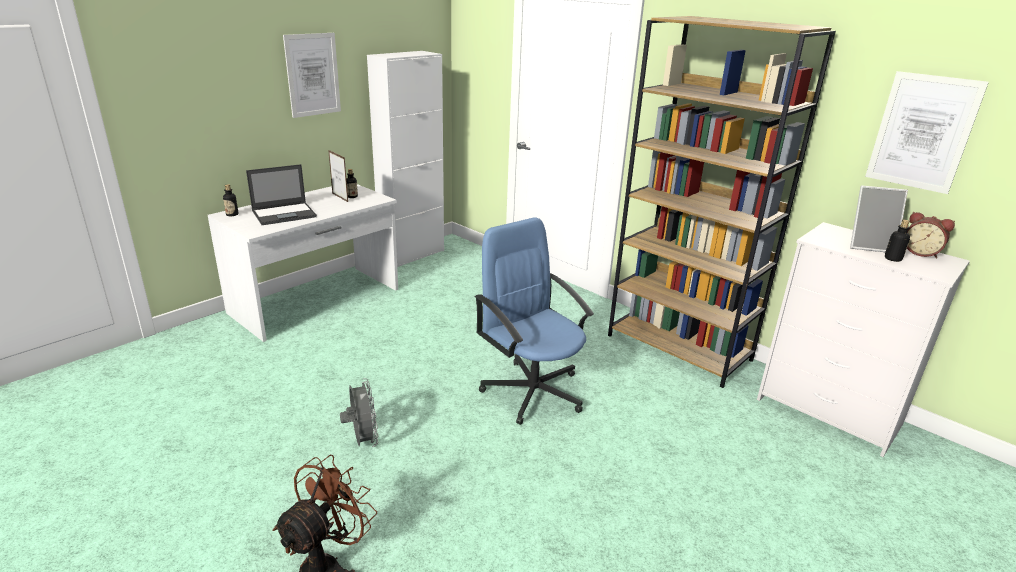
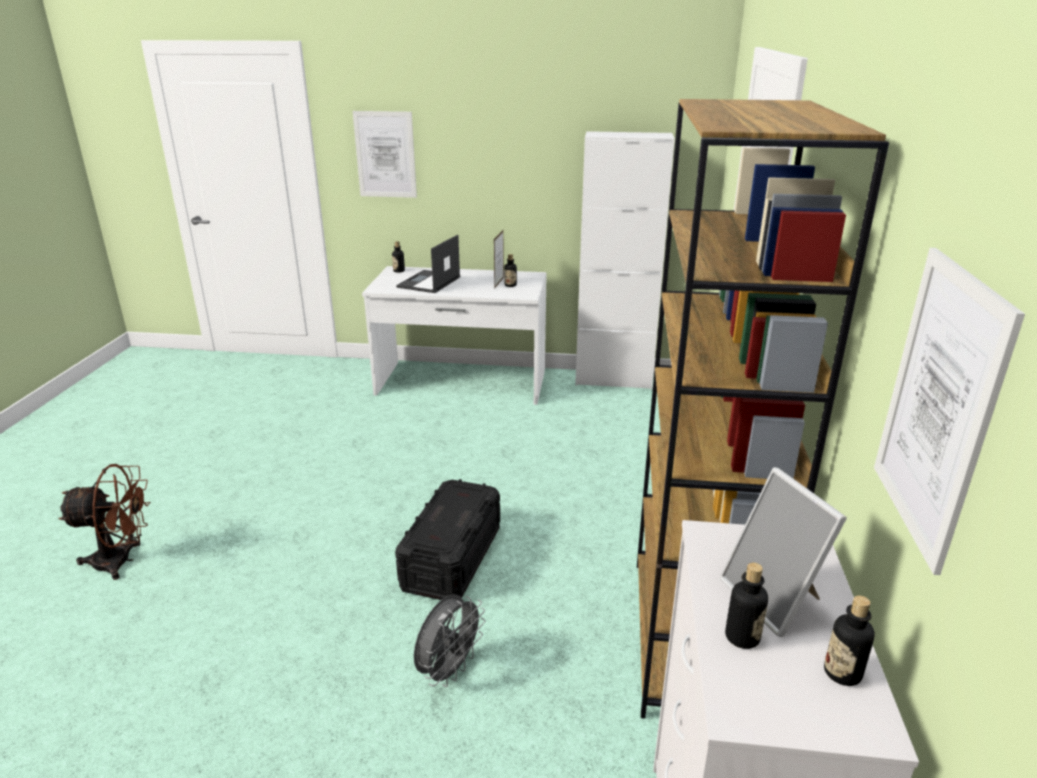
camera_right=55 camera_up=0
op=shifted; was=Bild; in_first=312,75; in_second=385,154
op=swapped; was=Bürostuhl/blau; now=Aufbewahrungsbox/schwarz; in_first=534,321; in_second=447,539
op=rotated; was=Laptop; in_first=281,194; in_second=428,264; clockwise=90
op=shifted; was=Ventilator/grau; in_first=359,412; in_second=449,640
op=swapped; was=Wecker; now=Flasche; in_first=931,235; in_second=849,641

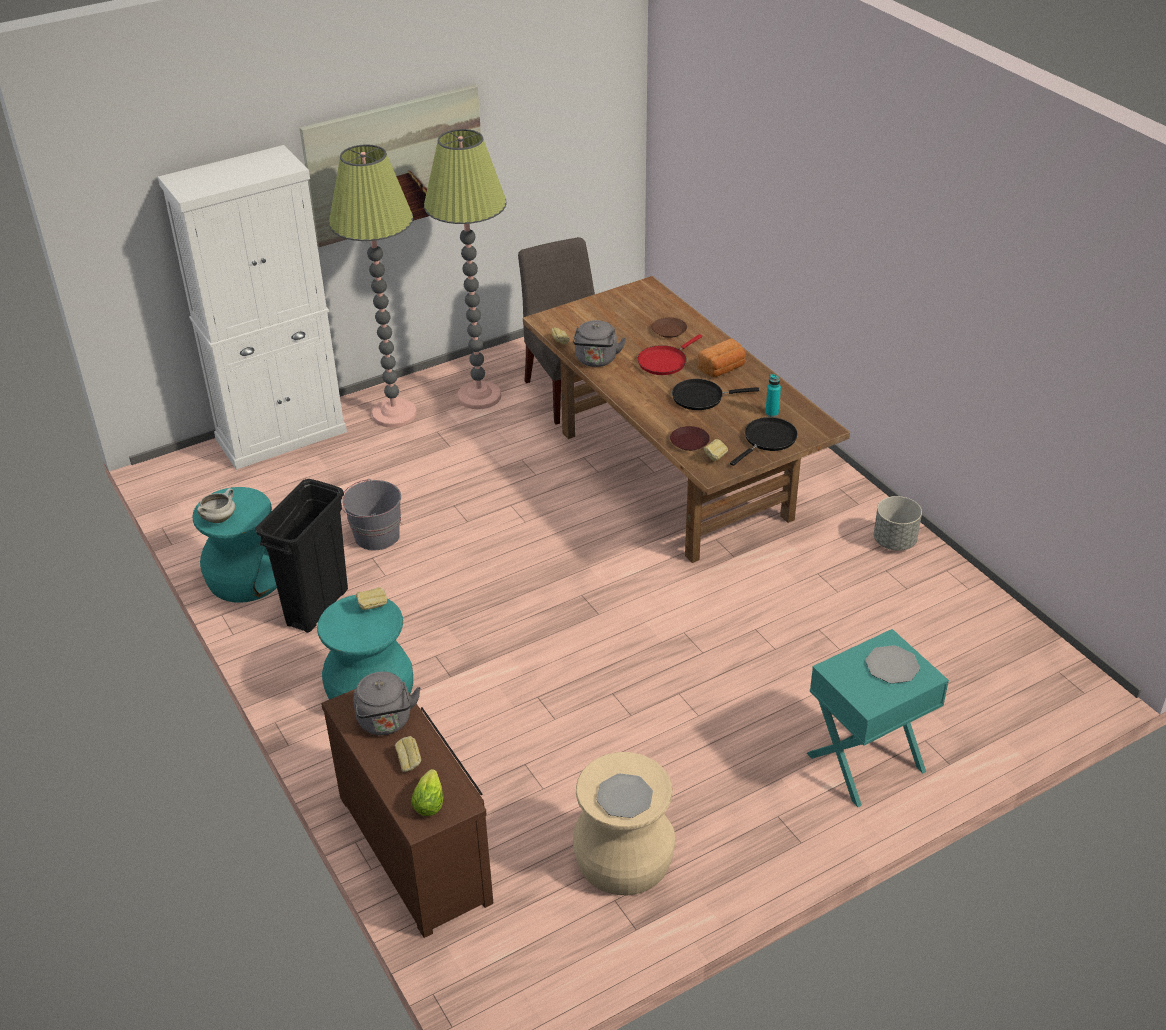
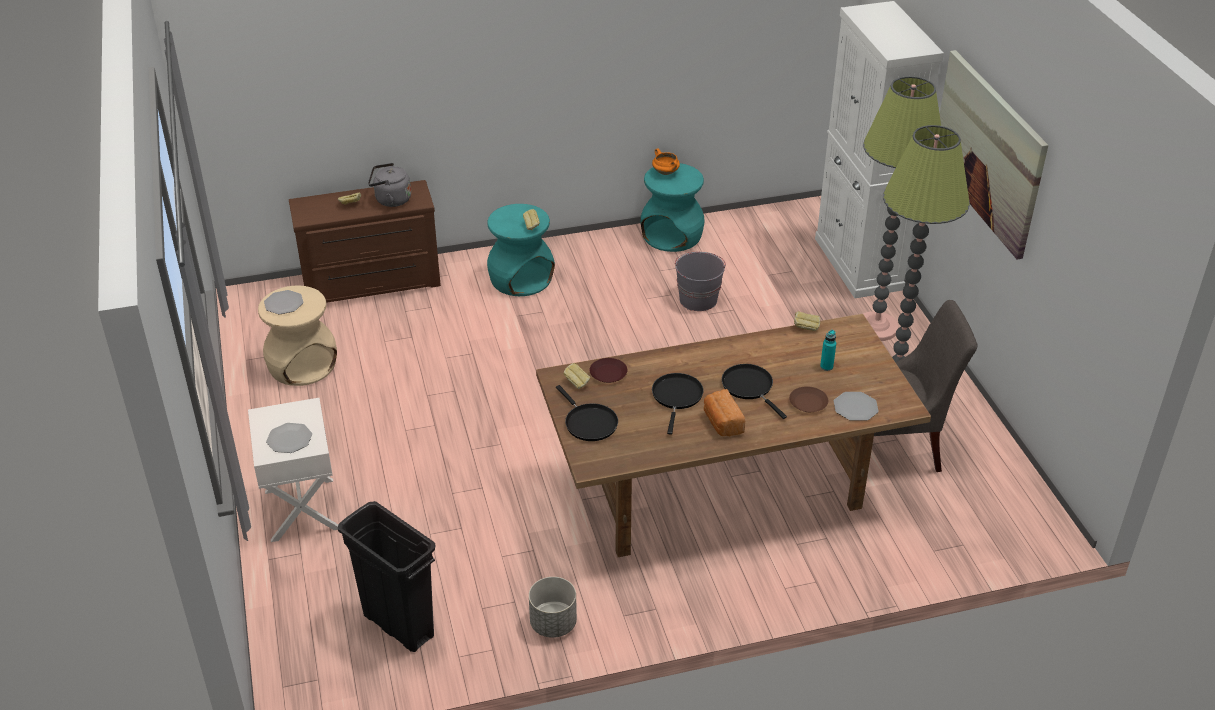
camera_right=105 camera_up=0
op=repainted; was=Nachttisch/türkis; now=Nachttisch/weiß; in_first=878,718; in_second=293,470
op=shifted; was=Mülleimer/schwarz; in_first=301,556; in_second=387,576
op=repainted; was=Kochtopf/weiß; now=Kochtopf/orange; in_first=216,505; in_second=666,162
op=repainted; was=Pfanne/rot; now=Pfanne/schwarz; in_first=669,354; in_second=754,391
op=shifted; was=Flasche/türkis; in_first=773,395; in_second=828,350
op=new; now=Teller; in_second=856,406
op=gone; was=Salatkopf; in_first=427,792
op=gone; was=Wasserkessel/grau; in_first=599,343

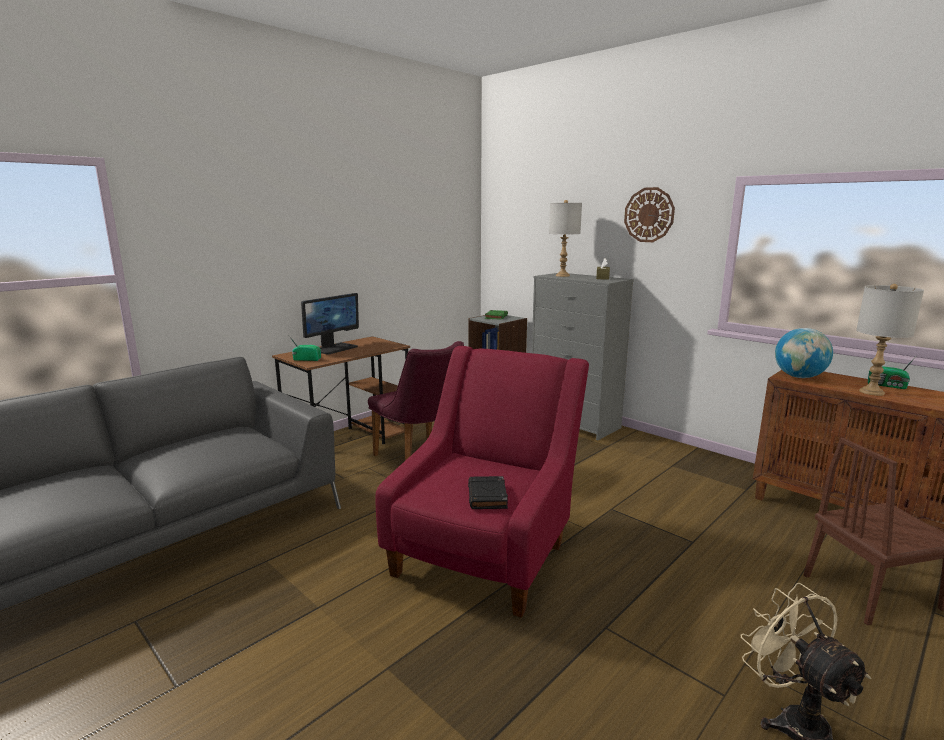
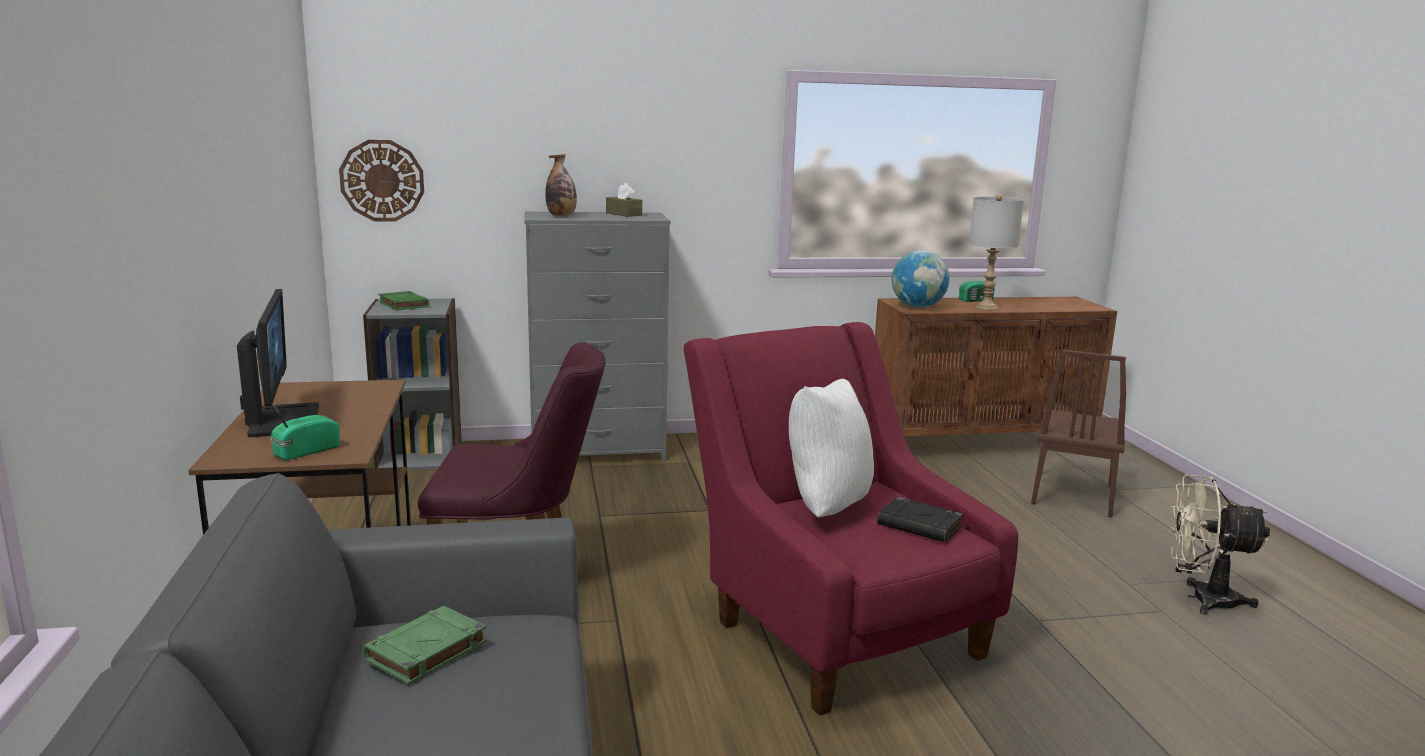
camera_right=-55 camera_up=0
op=shifted; was=Wanduhr; in_first=649,214; in_second=381,180
op=new; now=Buch/grün; in_second=424,645
op=swapped; was=Tischlampe/grau; now=Flasche; in_first=565,238; in_second=561,185
op=new; now=Kissen/weiß; in_second=831,448

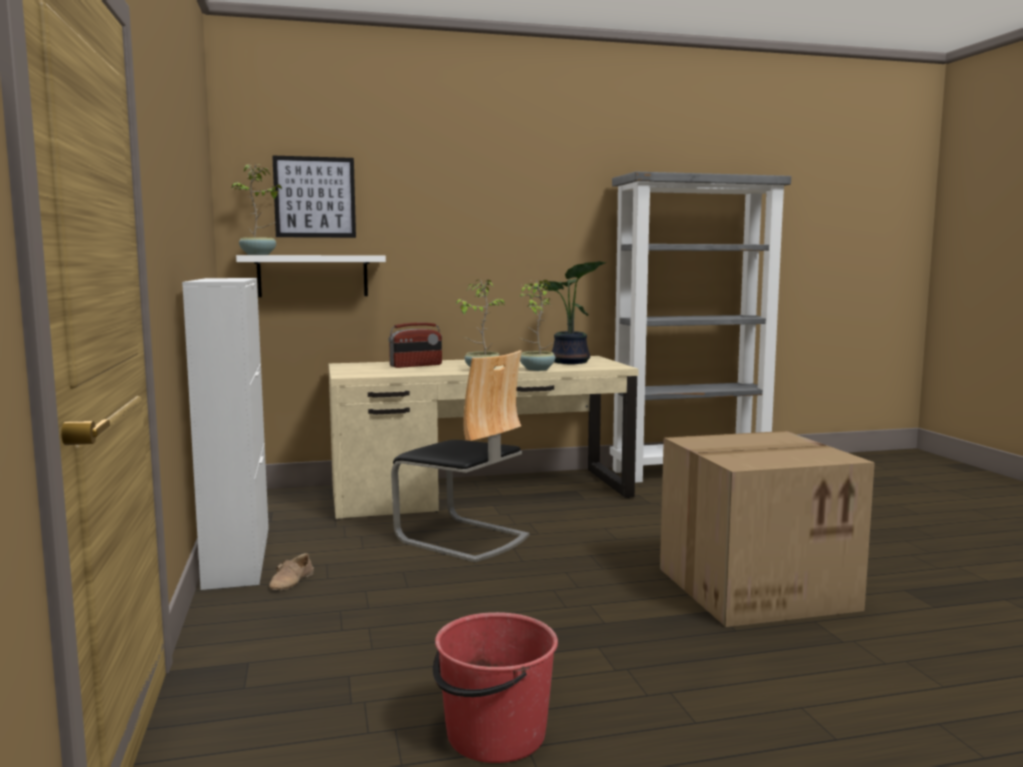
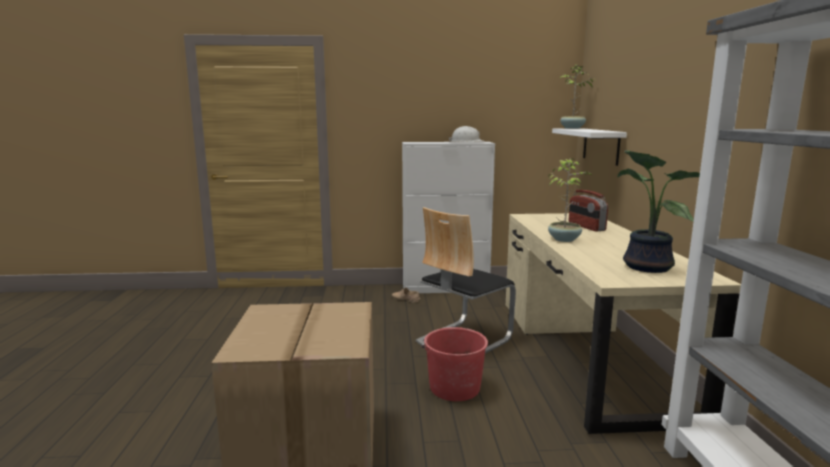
camera_right=100 camera_up=5
op=shifted; was=Eimer/rot; in_first=495,687; in_second=454,364
op=new; now=Schutzhelm/weiß; in_second=466,134
op=gone; was=Bild; in_first=314,197
op=gone; was=Topfpflanze; in_first=537,325

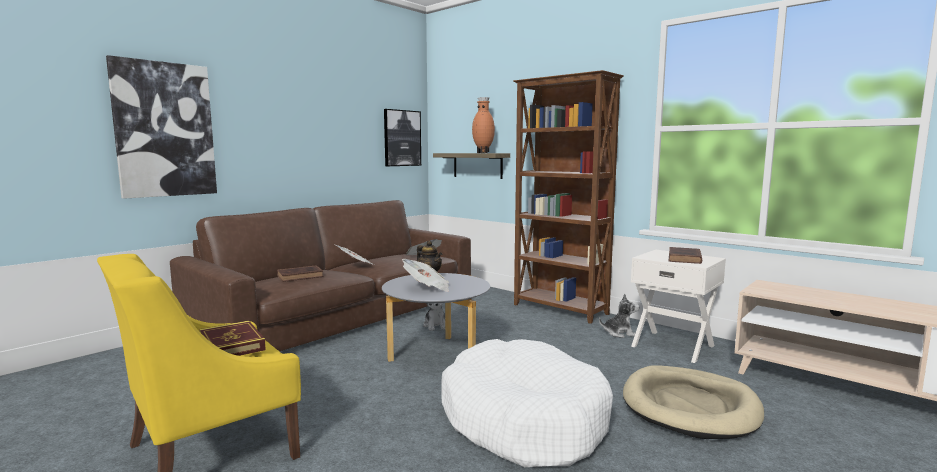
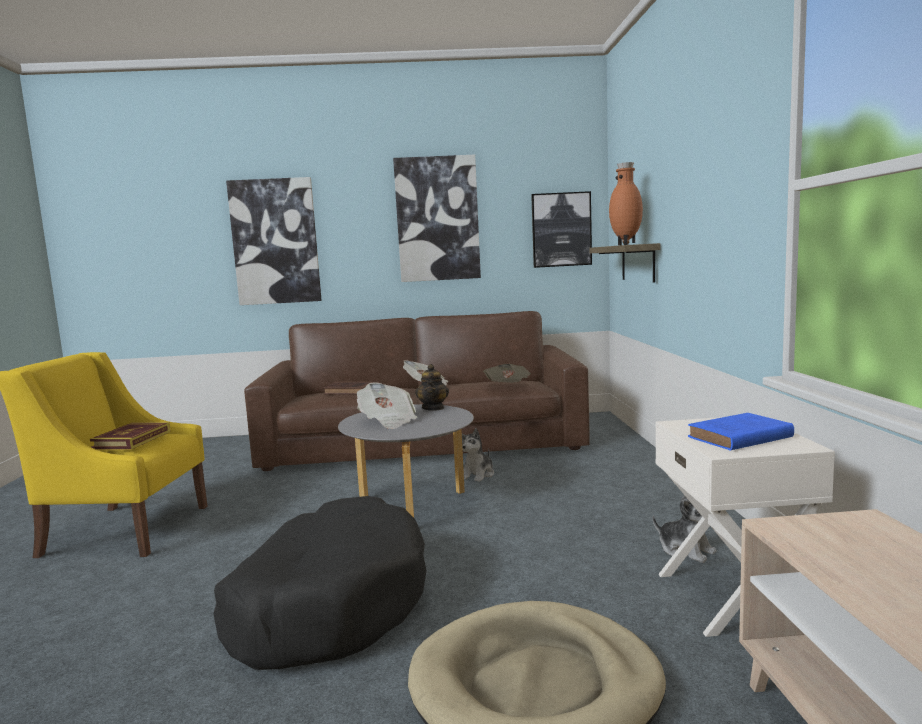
camera_right=45 camera_up=0
op=repainted; was=Hundebett/weiß; now=Hundebett/schwarz; in_first=527,403; in_second=319,583
op=new; now=Bild; in_second=437,218
op=repainted; was=Buch/braun; now=Buch/blau; in_first=685,255; in_second=741,431
op=gone; was=Bücherregal/braun; in_first=568,197

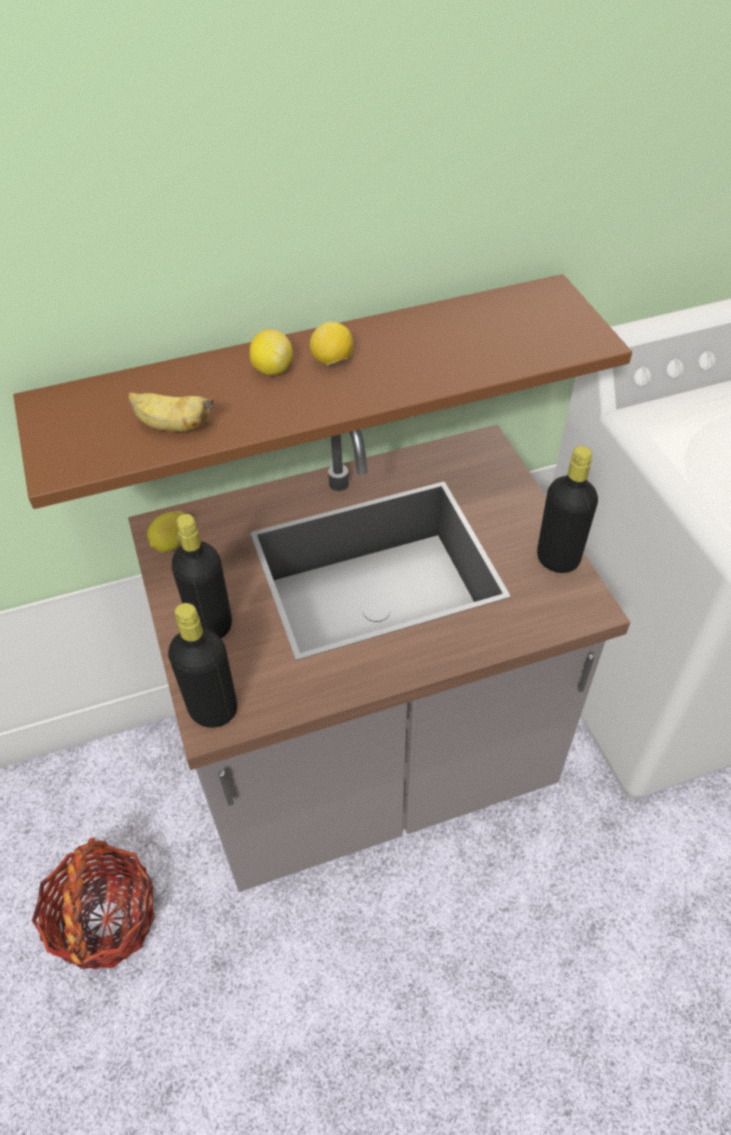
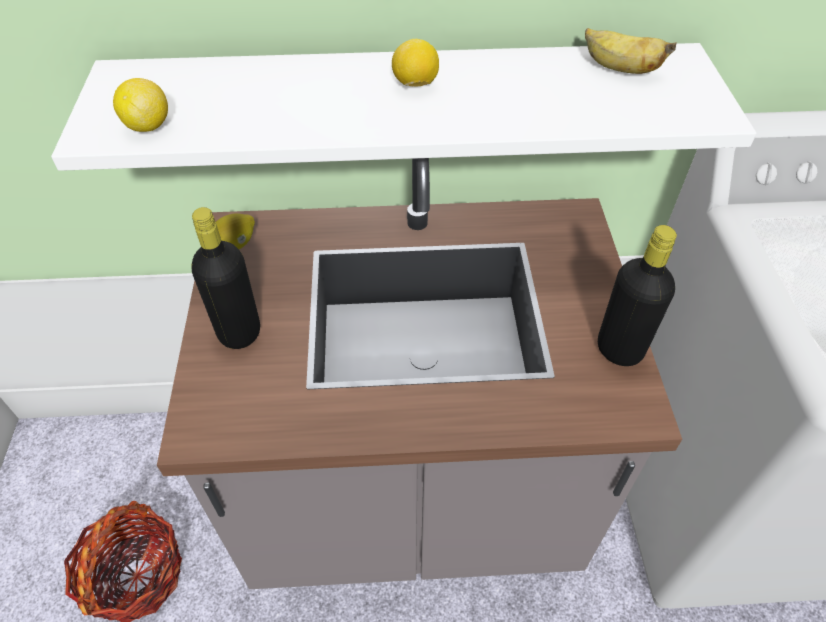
camera_right=15 camera_up=0
op=repainted; was=Wandregal/braun; now=Wandregal/weiß; in_first=322,391; in_second=403,107
op=shifted; was=Zitrone; in_first=271,352; in_second=140,105
op=shifted; was=Banane; in_first=171,412; in_second=631,51
op=gone; was=Flasche/schwarz; in_first=202,665

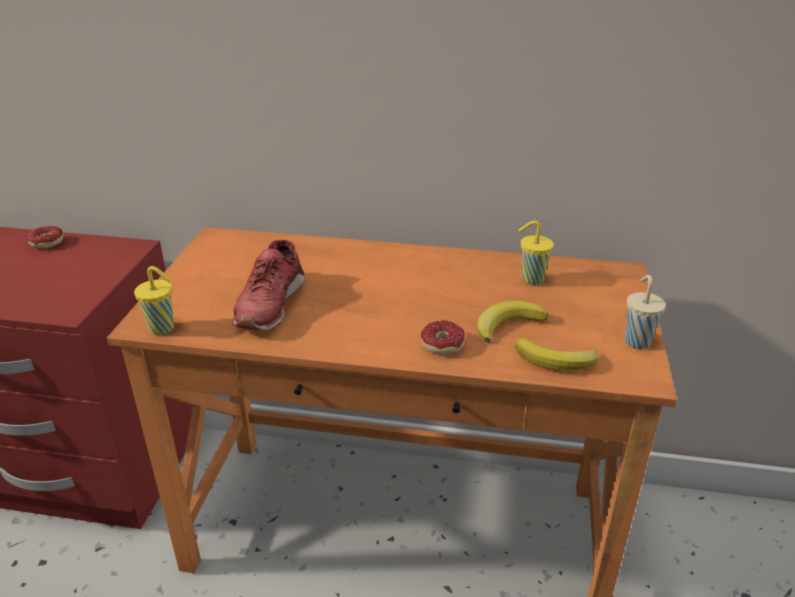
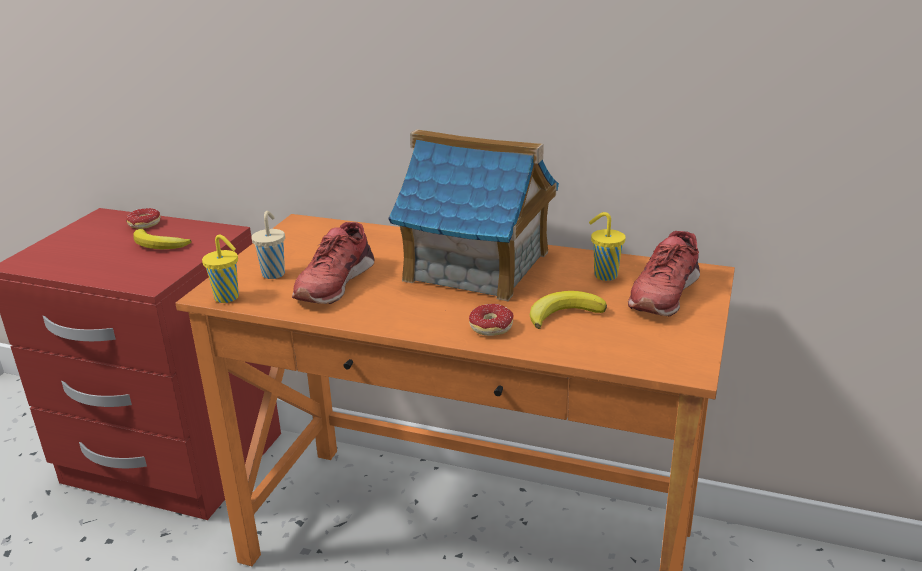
camera_right=10 camera_up=-5
op=shifted; was=Banane; in_first=557,354; in_second=162,239
op=shifted; was=Tasse/beige; in_first=645,312; in_second=268,245
op=new; now=Spielzeughaus; in_second=473,215
op=new; now=Schuh/rot; in_second=664,274

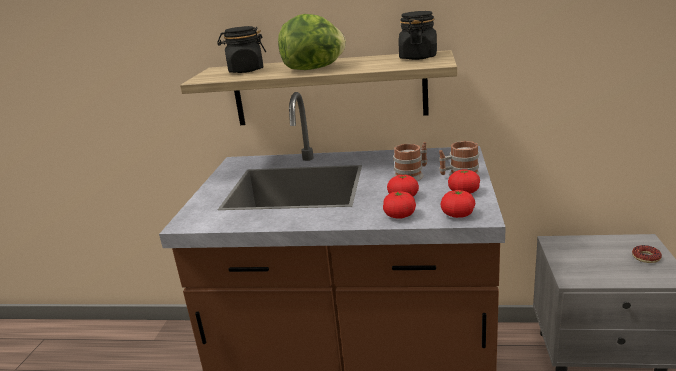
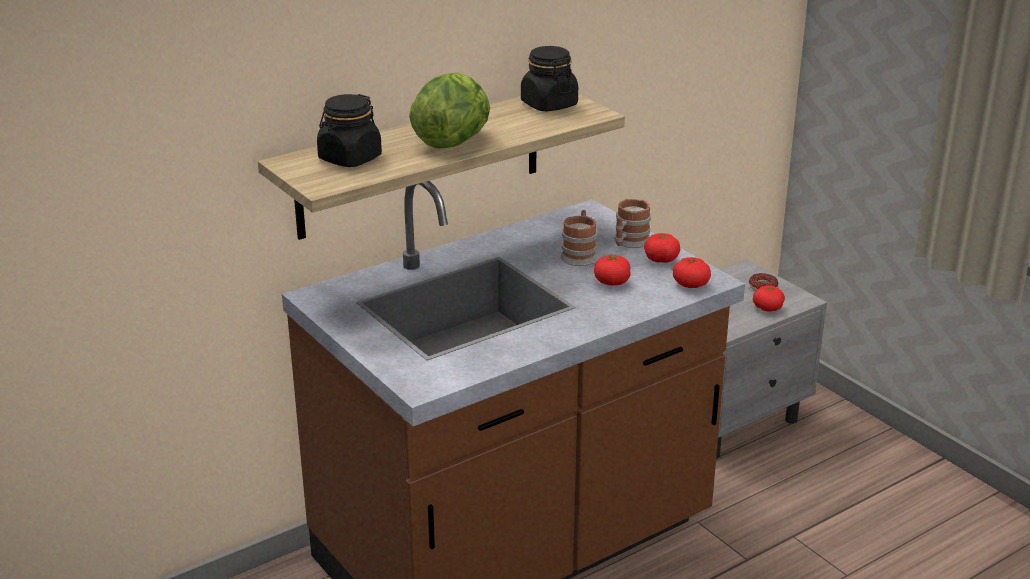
camera_right=-45 camera_up=5
op=shifted; was=Tomate; in_first=399,205; in_second=769,299

